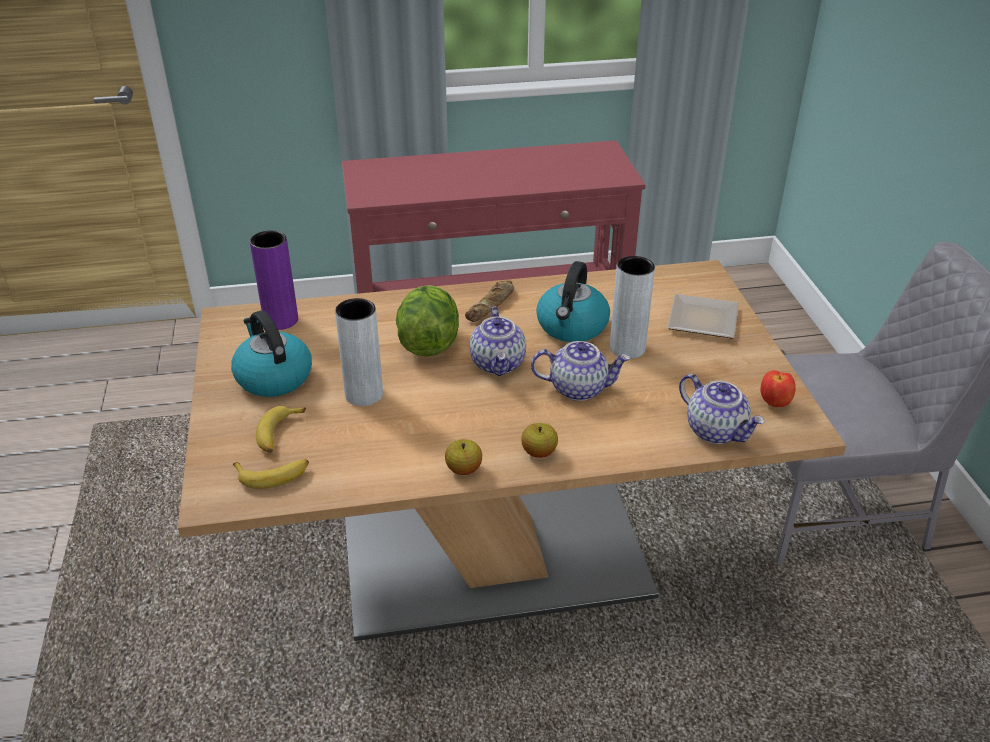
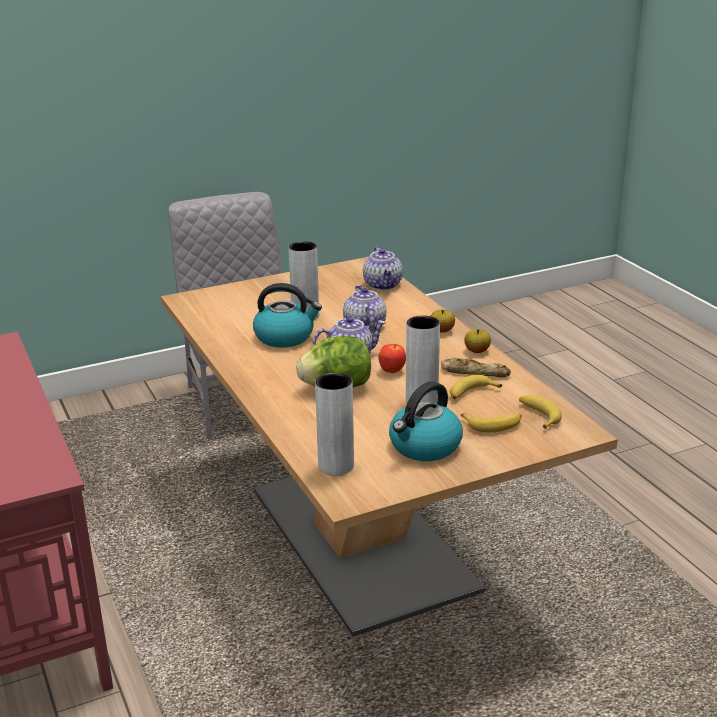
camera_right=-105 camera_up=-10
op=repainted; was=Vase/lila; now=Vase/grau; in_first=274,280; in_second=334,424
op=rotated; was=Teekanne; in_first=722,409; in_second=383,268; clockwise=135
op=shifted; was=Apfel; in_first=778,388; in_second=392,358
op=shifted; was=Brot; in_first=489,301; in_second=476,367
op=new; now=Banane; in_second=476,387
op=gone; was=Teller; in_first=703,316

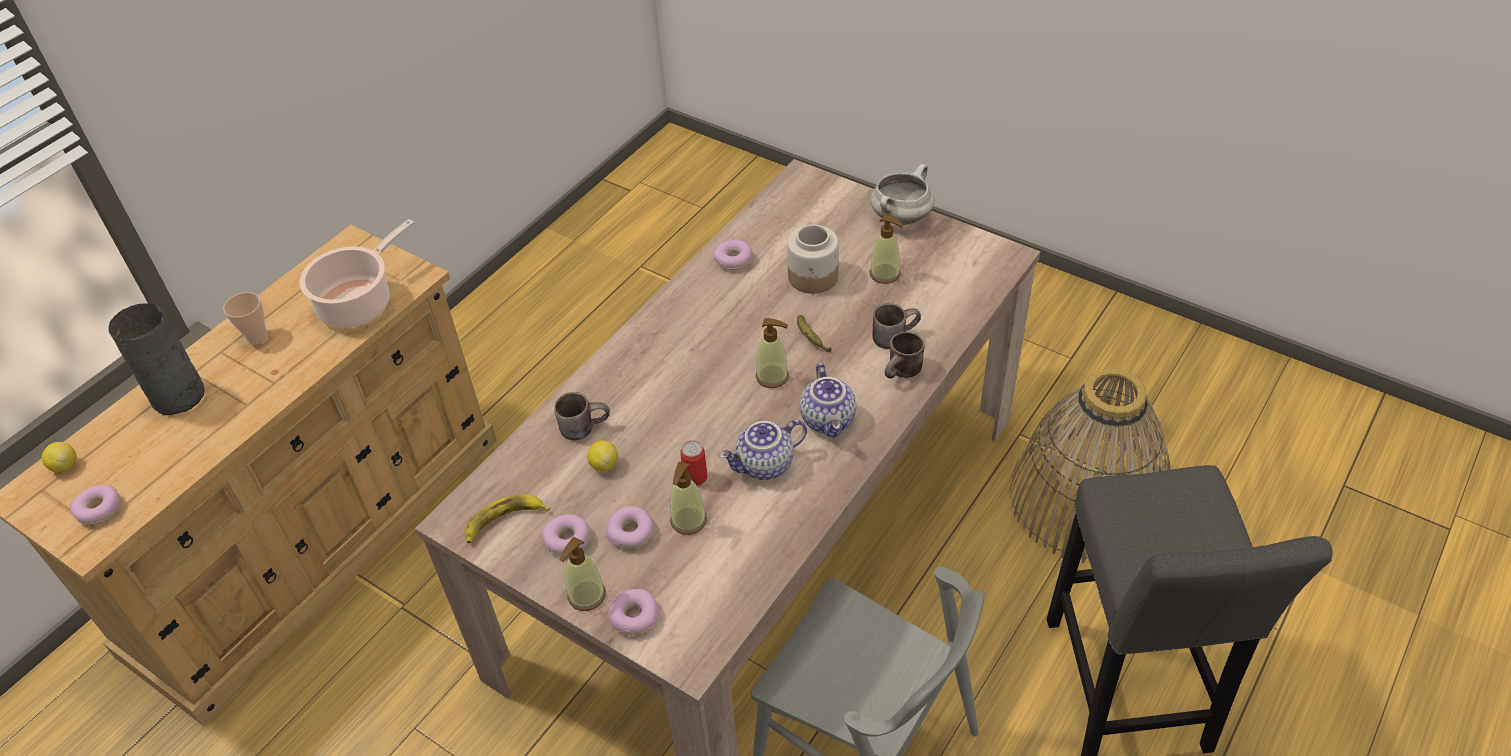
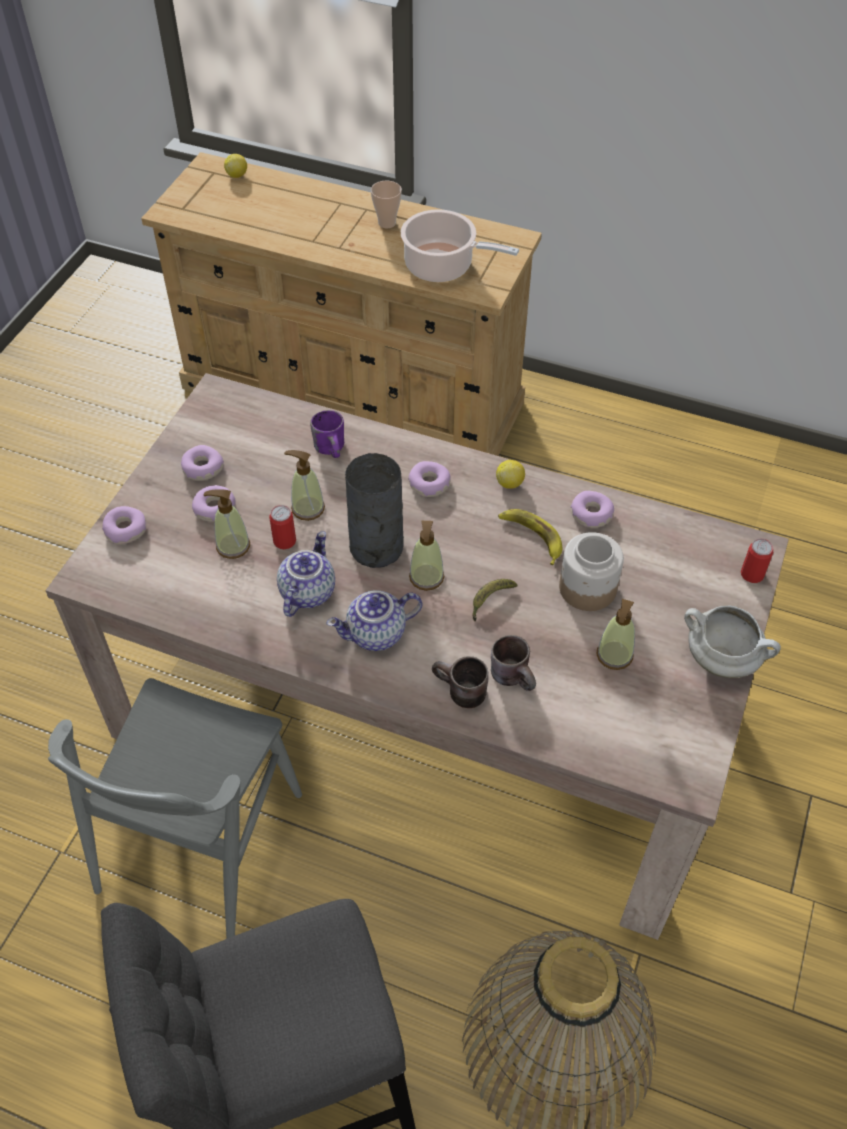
camera_right=75 camera_up=5
op=rotated; was=Teekanne; in_first=763,449; in_second=306,574; clockwise=60
op=shifted; was=Seifenspender; in_first=582,574; in_second=304,485
op=repainted; was=Henkelbecher/braun; now=Henkelbecher/lila; in_first=582,416; in_second=327,434
op=shifted; was=Vase/grau; in_first=156,359; in_second=374,510
op=shifted; was=Donut; in_first=95,505; in_second=429,479
op=shifted; was=Zitrone; in_first=602,456; in_second=510,474
op=shifted; was=Banane; in_first=507,518; in_second=530,537
op=new; now=Dose; in_second=757,560

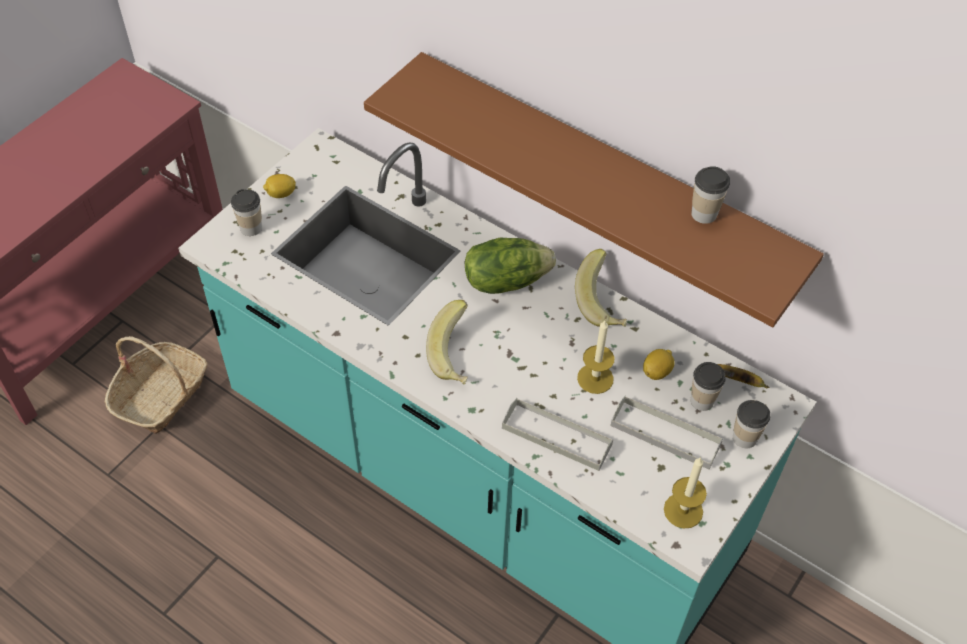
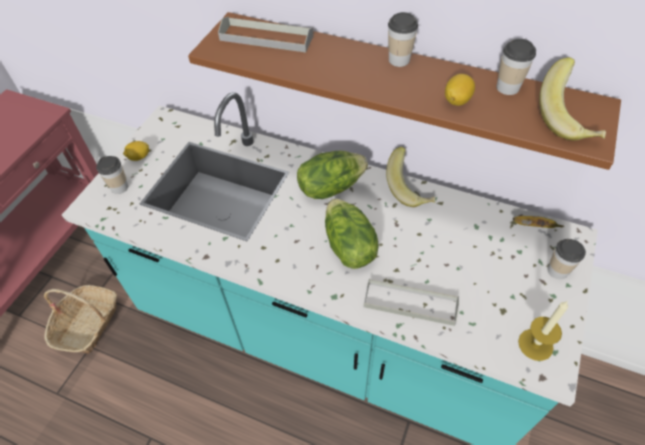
camera_right=-10 camera_up=0
op=shifted; was=Tablett/grau; in_first=666,432; in_second=266,35
op=new; now=Salatkopf; in_second=352,234
op=shifted; was=Tasse; in_first=708,386; in_second=403,39
op=shifted; was=Zitrone; in_first=659,364; in_second=460,90
op=shifted; was=Banane; in_first=447,342; in_second=572,99
op=gone; was=Kerze; in_first=596,357

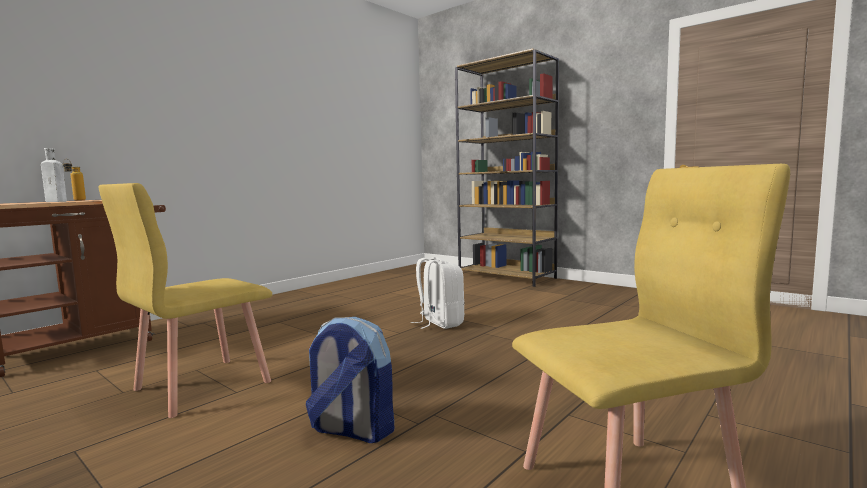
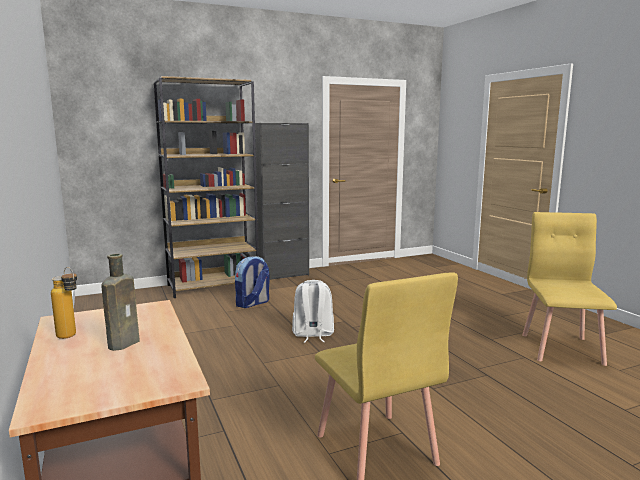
camera_right=-65 camera_up=5
op=repainted; was=Flasche/weiß; now=Flasche/braun; in_first=54,175; in_second=120,302
op=shifted; was=Rucksack; in_first=350,380; in_second=252,282
op=new; now=Schrank/schwarz; in_second=282,201

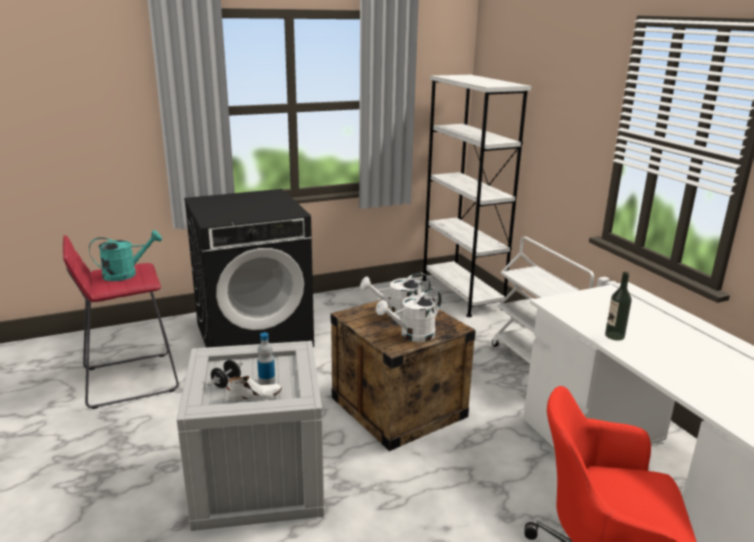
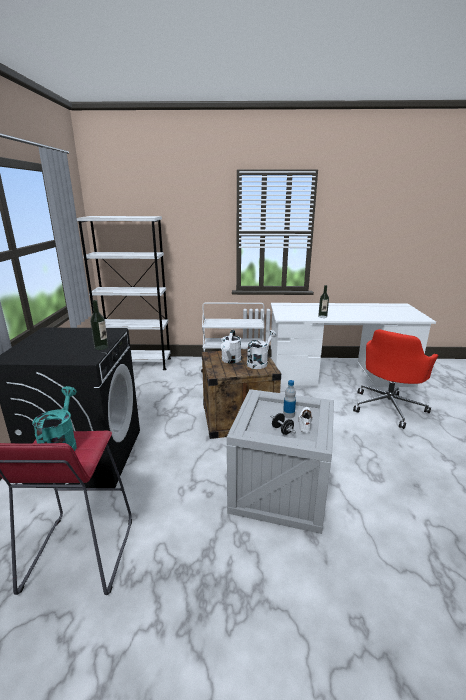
camera_right=-65 camera_up=0
op=new; now=Flasche; in_second=99,325
op=rotated; was=Gießkanne/weiß; in_first=409,315; in_second=262,349; clockwise=-135

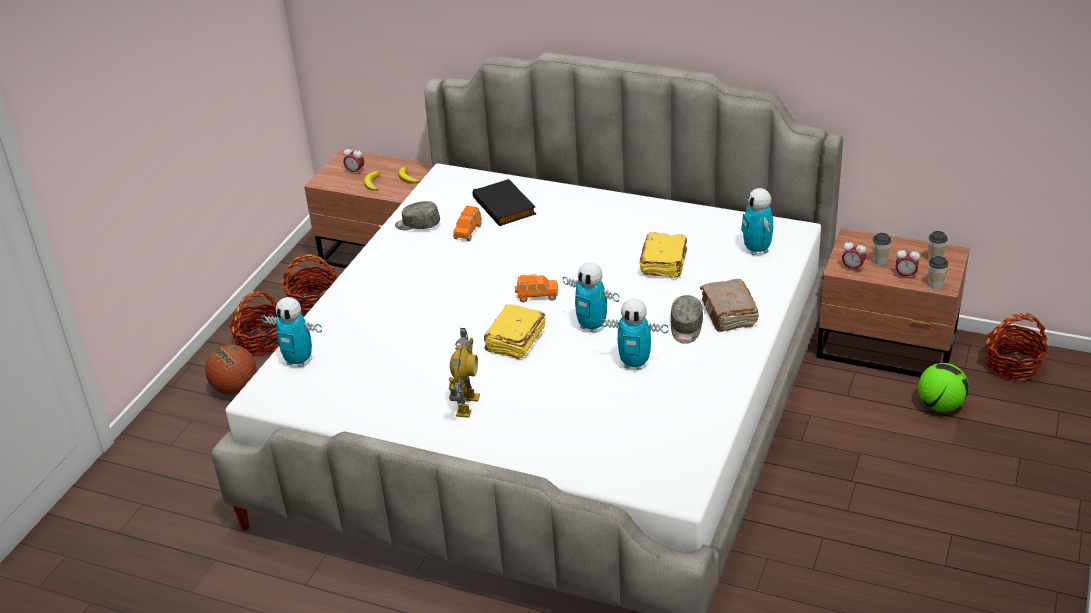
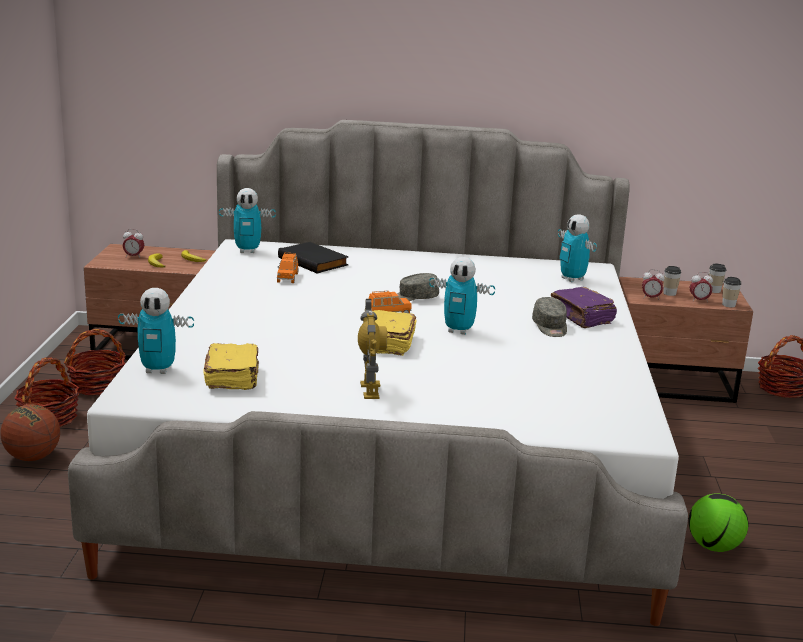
camera_right=-20 camera_up=-15
op=shifted; was=Buch/gelb; in_first=663,255; in_second=231,366
op=shifted; was=Spielzeugroboter; in_first=634,334; in_second=247,220
op=shifted; was=Kappe/grau; in_first=417,215; in_second=418,287
op=repainted; was=Buch/braun; now=Buch/lila; in_first=729,305; in_second=584,307
op=shifted; was=Fußball; in_first=943,387; in_second=718,522

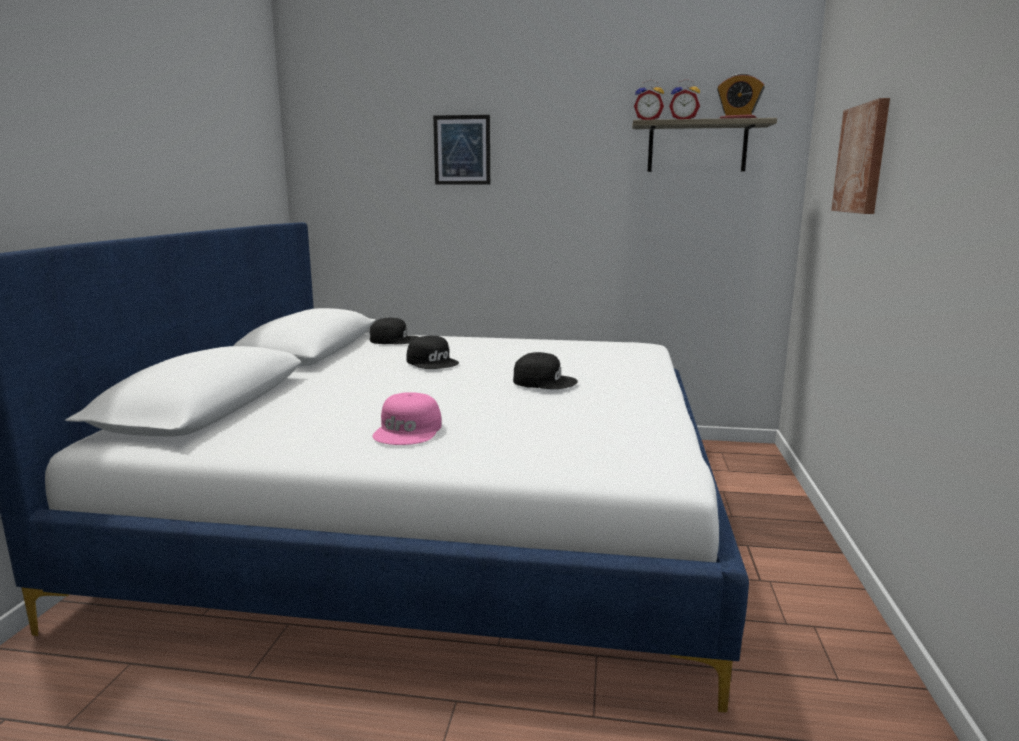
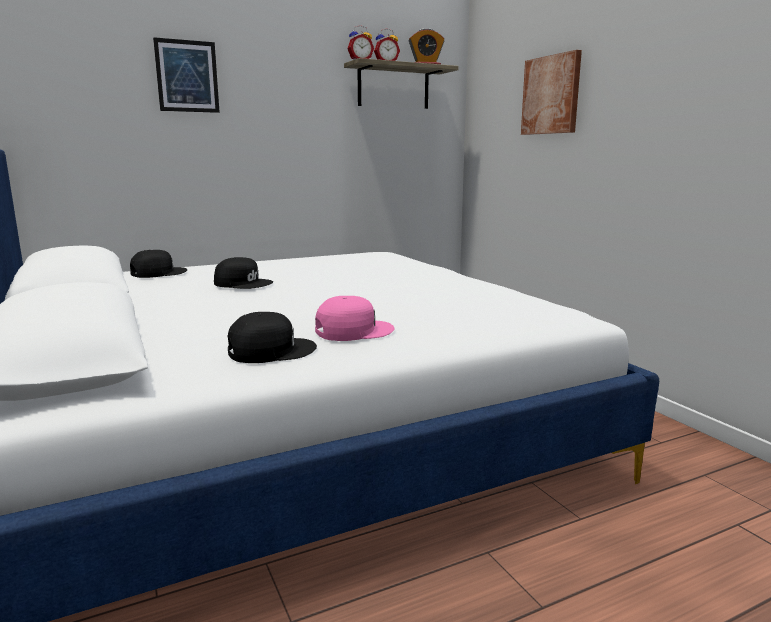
camera_right=-35 camera_up=0
op=shifted; was=Kappe/schwarz; in_first=545,370; in_second=272,337
op=rotated; was=Kappe/rosa; in_first=407,418; in_second=355,318; clockwise=-90

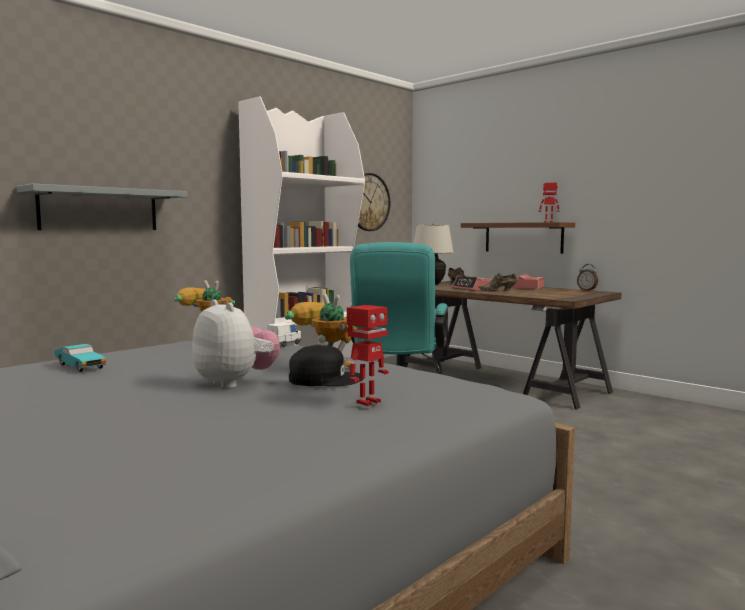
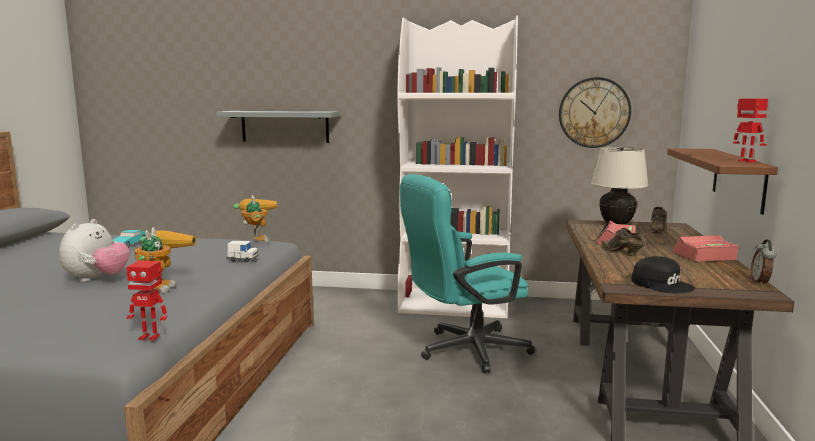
camera_right=55 camera_up=5
op=shifted; was=Spielzeugroboter; in_first=368,355; in_second=146,301
op=shifted; was=Kappe/schwarz; in_first=326,365; in_second=663,274

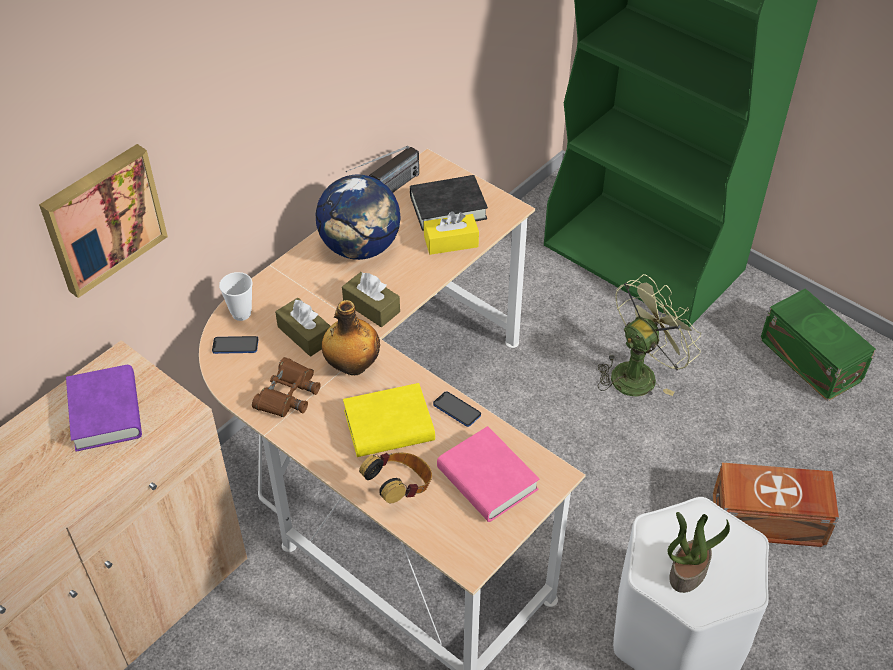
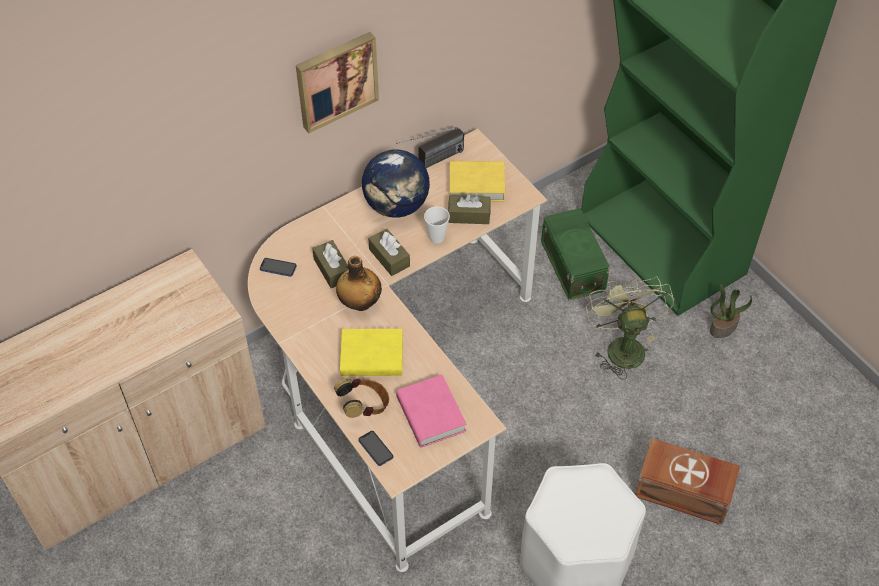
camera_right=15 camera_up=5
op=shifted; was=Bild; in_first=103,221; in_second=337,82
op=shifted; was=Handy; in_first=457,409; in_second=375,448
op=shifted; was=Tasse; in_first=235,296; in_second=437,225
op=repainted; was=Taschentuchbox/gelb; now=Taschentuchbox/braun; in_first=451,233; in_second=469,209
op=repainted; was=Buch/schwarz; now=Buch/gelb; in_first=449,203; in_second=477,181
op=shifted; was=Aufbewahrungsbox/grün; in_first=818,344; in_second=575,254
op=rotated; was=Ventilator/grün; in_first=649,335; in_second=630,328; clockwise=-75
op=shifted; was=Topfpflanze; in_first=698,552; in_second=731,311
op=gone; was=Buch/lila; in_first=104,408
op=gone; was=Fernglas/braun; in_first=286,387

